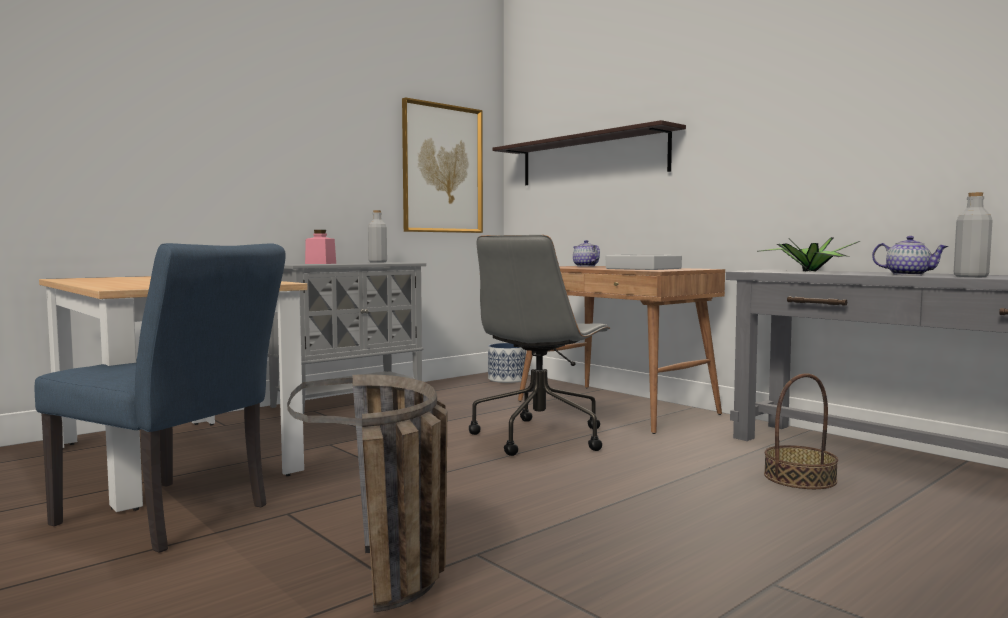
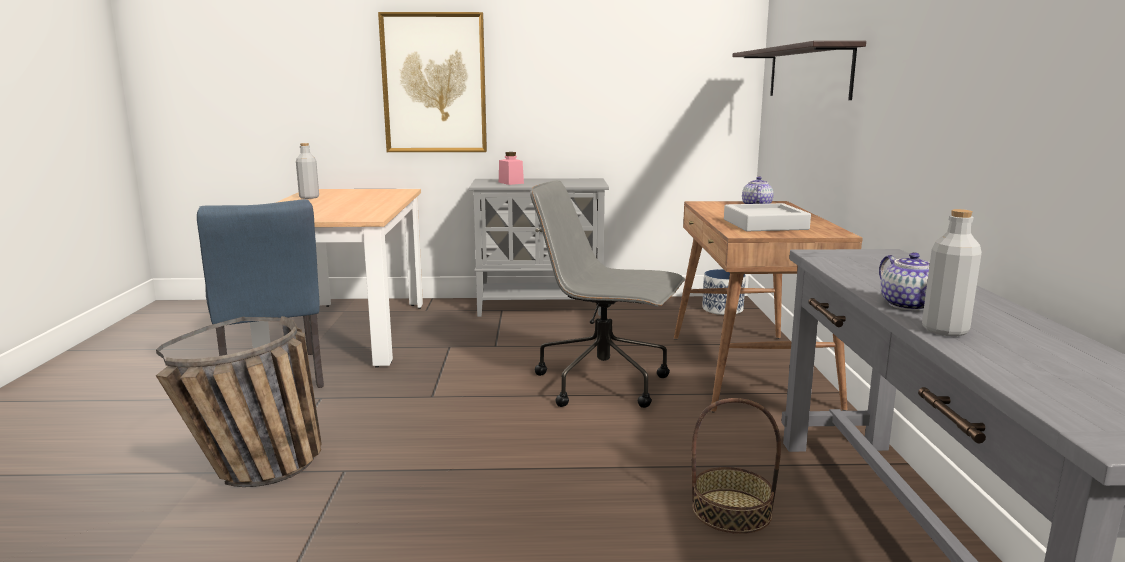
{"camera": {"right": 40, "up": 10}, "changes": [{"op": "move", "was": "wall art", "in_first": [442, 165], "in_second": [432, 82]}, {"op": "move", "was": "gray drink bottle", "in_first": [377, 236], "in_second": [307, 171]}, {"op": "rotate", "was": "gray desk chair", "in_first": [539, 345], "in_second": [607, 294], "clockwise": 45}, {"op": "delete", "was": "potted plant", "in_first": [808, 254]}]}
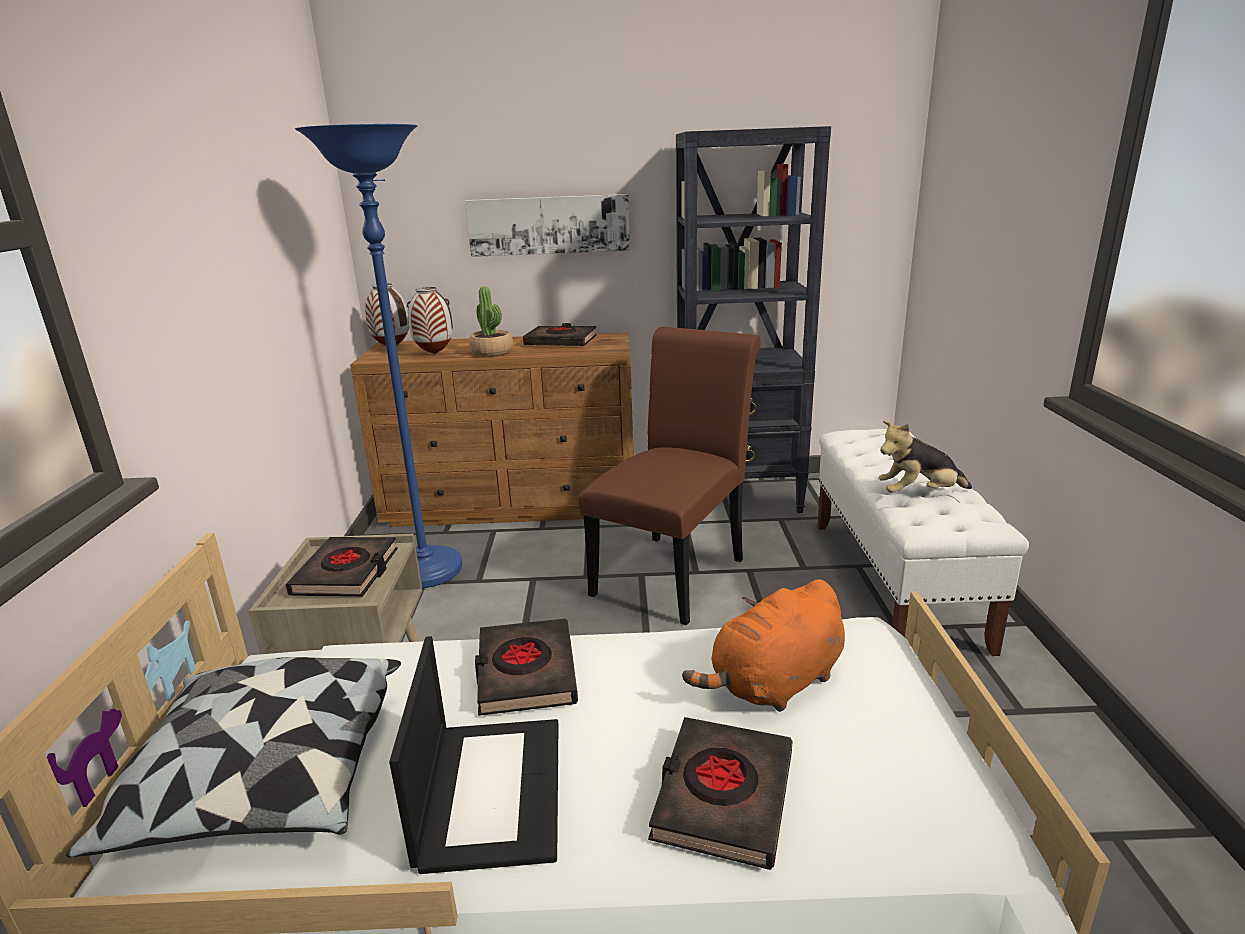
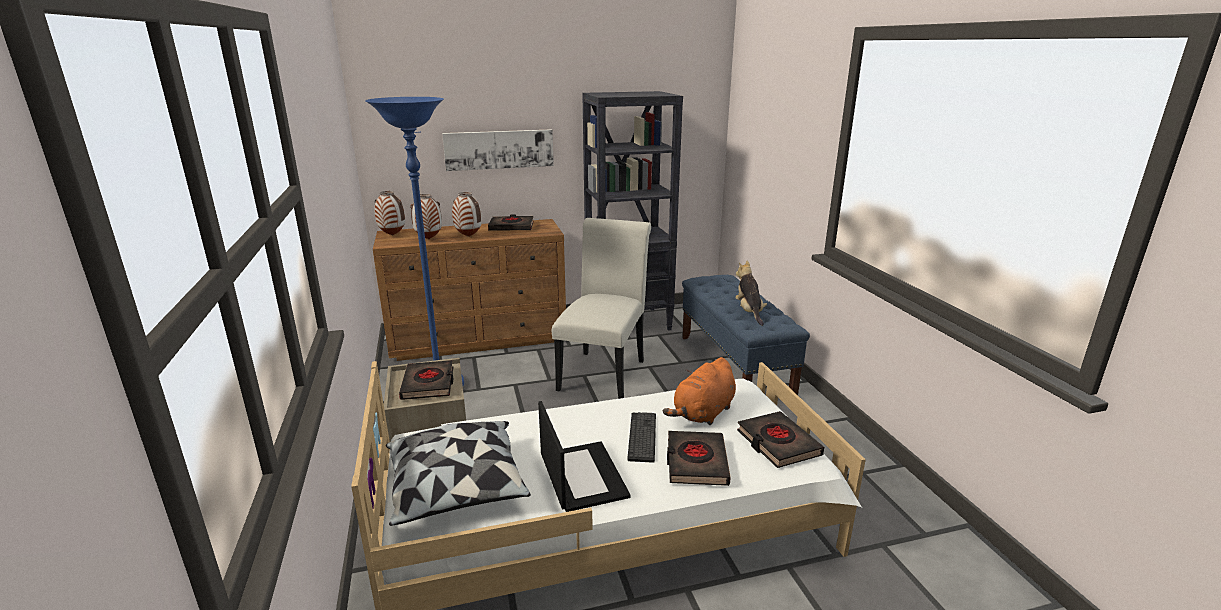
{"camera": {"right": -15, "up": 0}, "changes": [{"op": "replace", "was": "potted plant", "now": "decorative vase", "in_first": [491, 321], "in_second": [467, 214]}, {"op": "recolor", "was": "brownish plain chair", "now": "whitish plain chair", "in_first": [670, 476], "in_second": [601, 308]}, {"op": "rotate", "was": "cuddly toy", "in_first": [925, 457], "in_second": [751, 293], "clockwise": 105}, {"op": "recolor", "was": "whitish indoor bench", "now": "bluish indoor bench", "in_first": [923, 542], "in_second": [746, 335]}, {"op": "move", "was": "black-coloured book", "in_first": [526, 667], "in_second": [780, 439]}, {"op": "insert", "now": "PC keyboard", "in_second": [642, 437]}]}
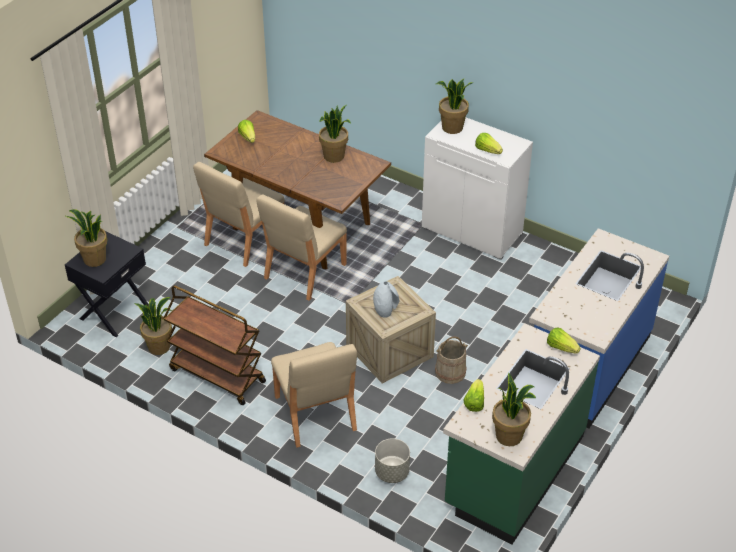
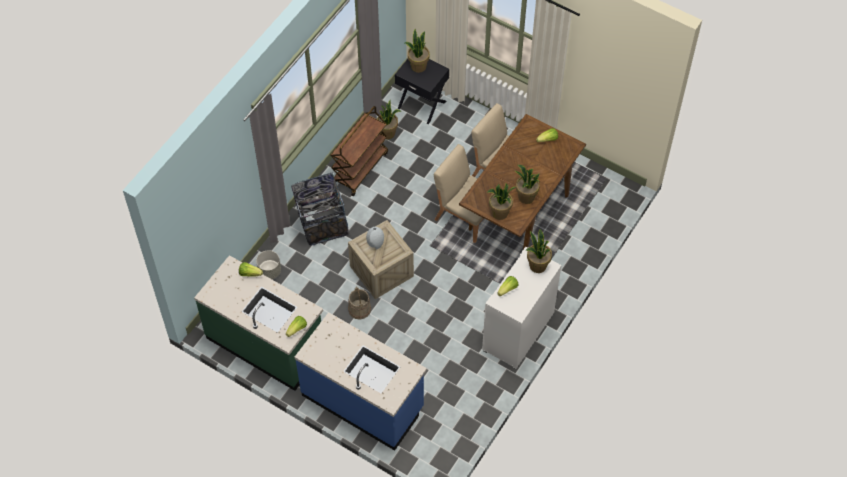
{"camera": {"right": 90, "up": 15}, "changes": [{"op": "replace", "was": "sand-coloured plain chair", "now": "waste bin", "in_first": [314, 395], "in_second": [320, 209]}, {"op": "move", "was": "potted plant", "in_first": [514, 409], "in_second": [501, 201]}]}
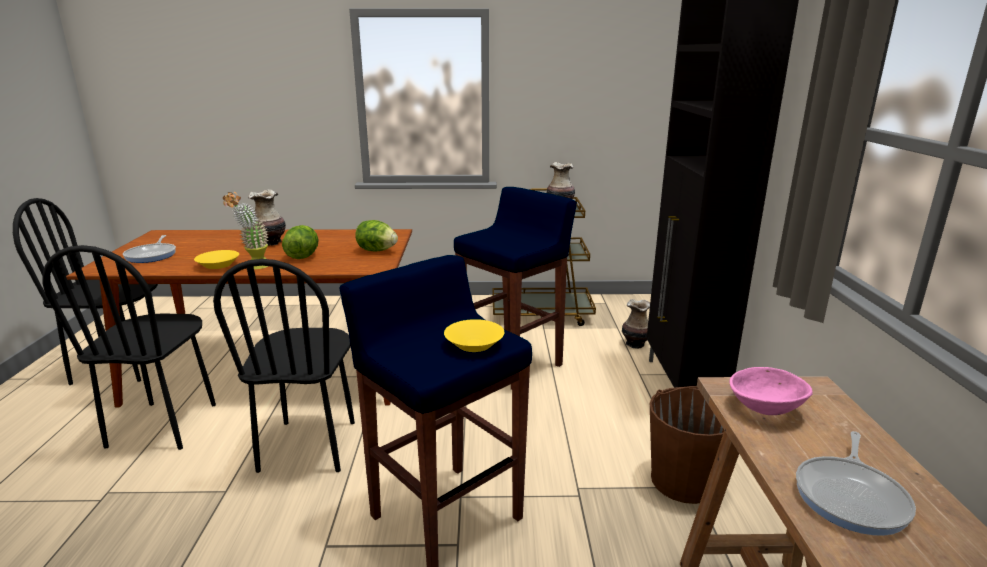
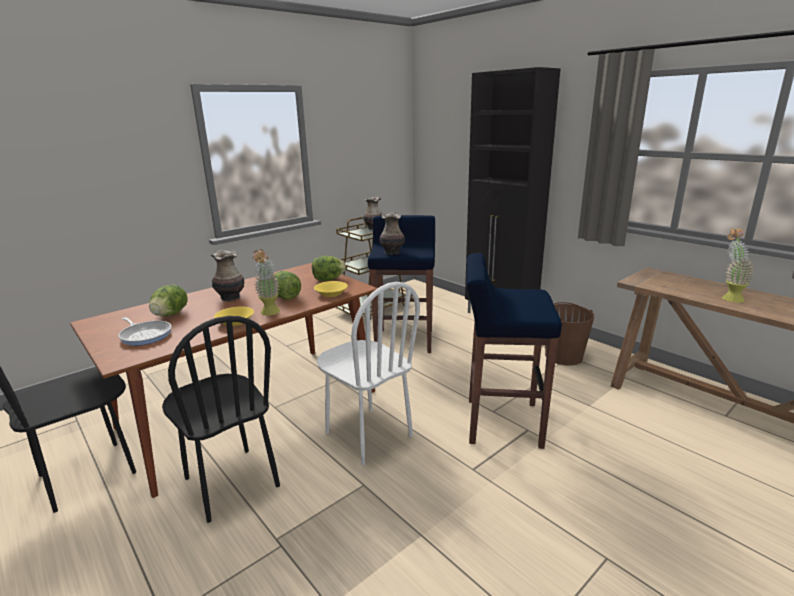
{"camera": {"right": -40, "up": 0}, "changes": [{"op": "recolor", "was": "black-coloured plain chair", "now": "whitish plain chair", "in_first": [284, 366], "in_second": [368, 373]}, {"op": "move", "was": "decorative vase", "in_first": [636, 324], "in_second": [392, 233]}, {"op": "move", "was": "yellowish bowl", "in_first": [474, 335], "in_second": [331, 289]}, {"op": "delete", "was": "pinkish bowl", "in_first": [771, 391]}, {"op": "replace", "was": "skillet", "now": "potted plant", "in_first": [856, 483], "in_second": [738, 265]}, {"op": "insert", "now": "lettuce head", "in_second": [168, 300]}]}
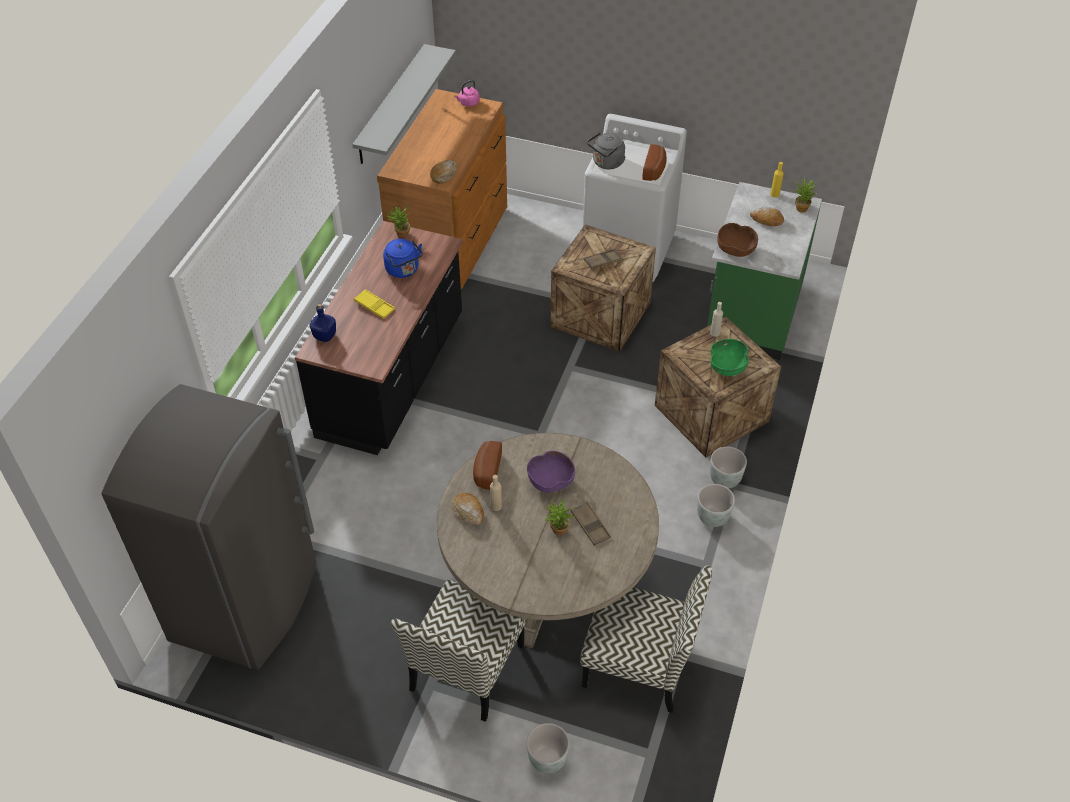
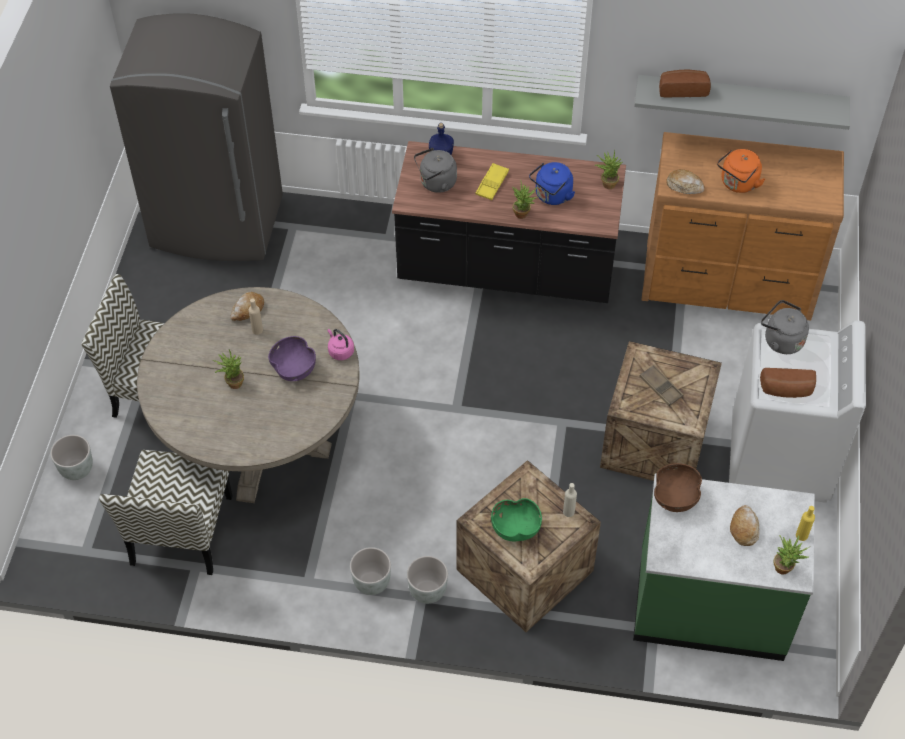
{"camera": {"right": 80, "up": 5}, "changes": [{"op": "move", "was": "pinkish water kettle", "in_first": [467, 93], "in_second": [341, 344]}, {"op": "move", "was": "bread", "in_first": [487, 465], "in_second": [685, 83]}, {"op": "delete", "was": "brownish tray", "in_first": [591, 523]}, {"op": "insert", "now": "gray water kettle", "in_second": [435, 170]}, {"op": "insert", "now": "orange-coloured water kettle", "in_second": [741, 171]}, {"op": "insert", "now": "potted plant", "in_second": [526, 199]}]}
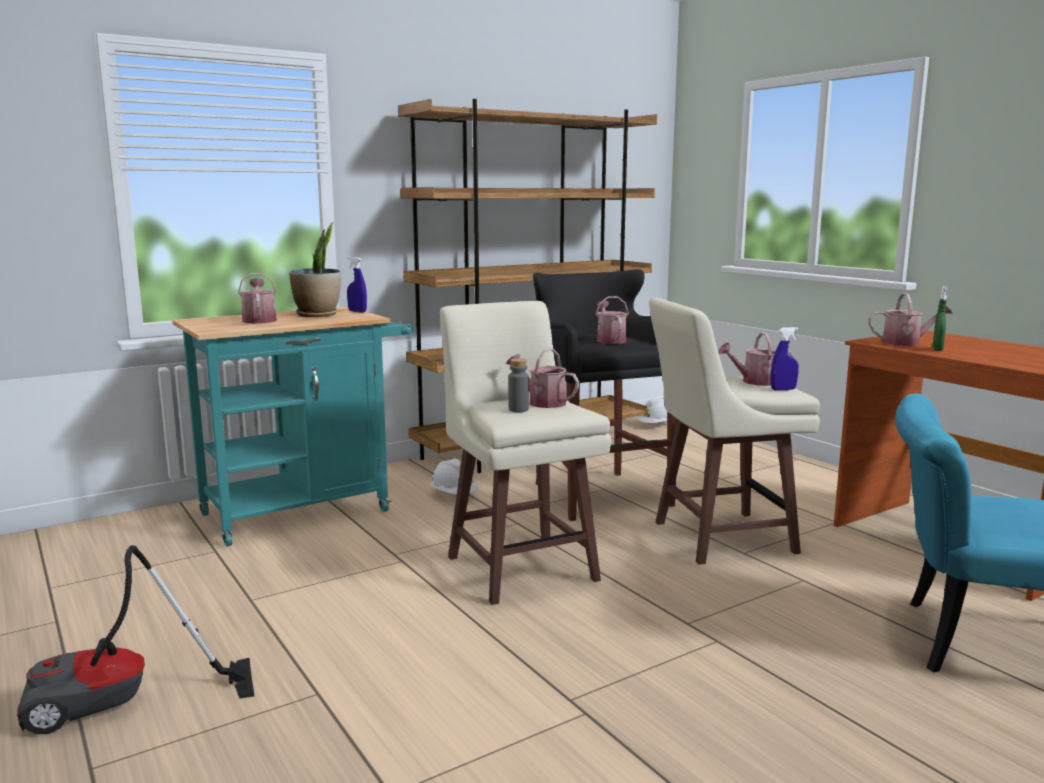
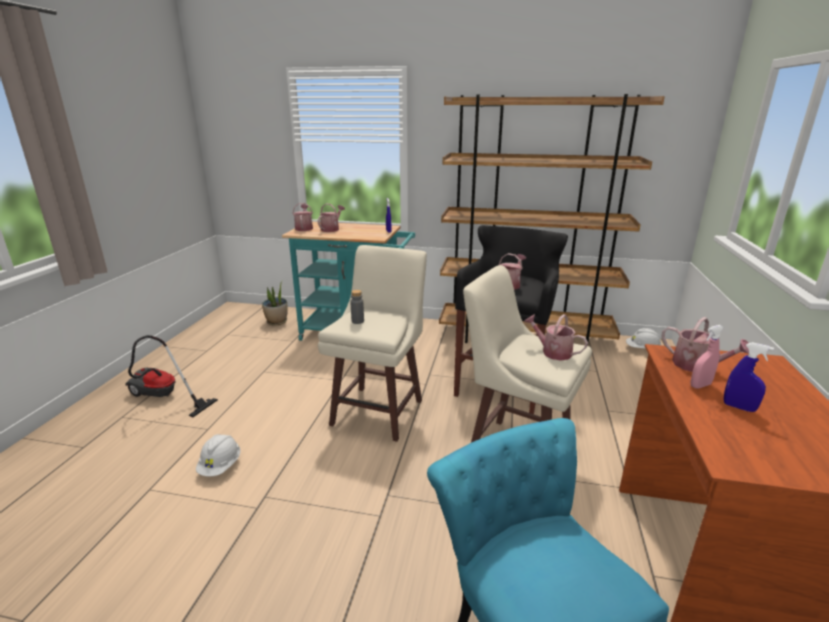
{"camera": {"right": 45, "up": 10}, "changes": [{"op": "move", "was": "potted plant", "in_first": [315, 269], "in_second": [275, 303]}, {"op": "recolor", "was": "greenish hand sprayer", "now": "pinkish hand sprayer", "in_first": [940, 318], "in_second": [707, 357]}, {"op": "move", "was": "bluish hand sprayer", "in_first": [785, 358], "in_second": [749, 377]}, {"op": "move", "was": "sprinkling can", "in_first": [542, 378], "in_second": [302, 217]}, {"op": "move", "was": "whitish hard hat", "in_first": [454, 477], "in_second": [218, 455]}]}
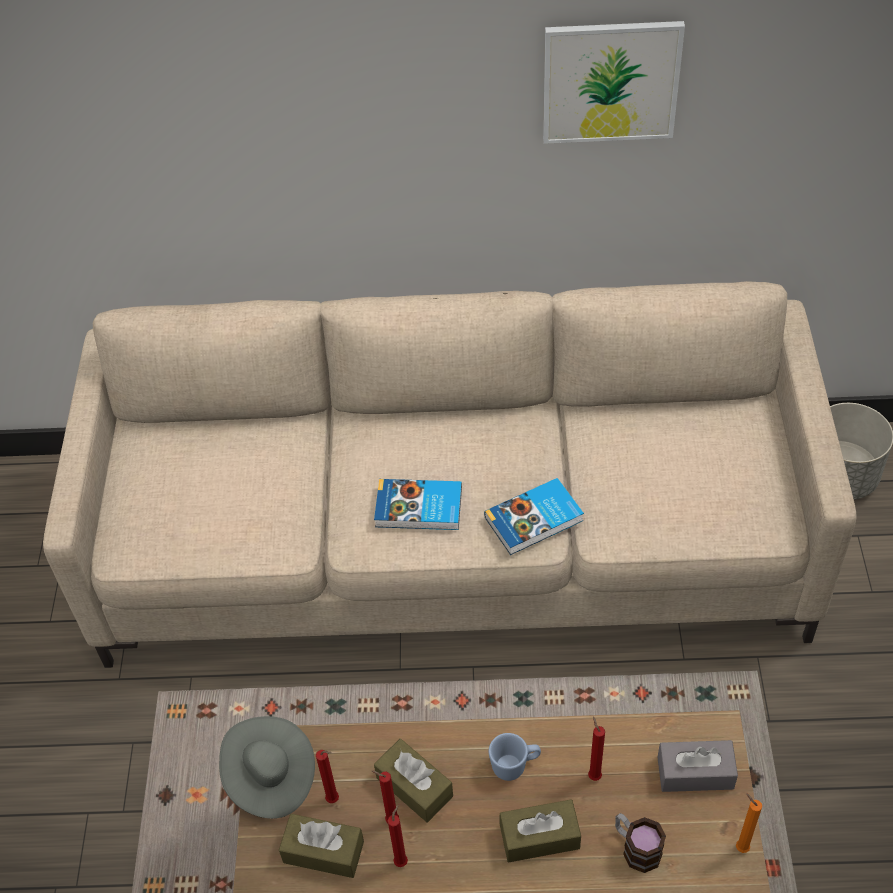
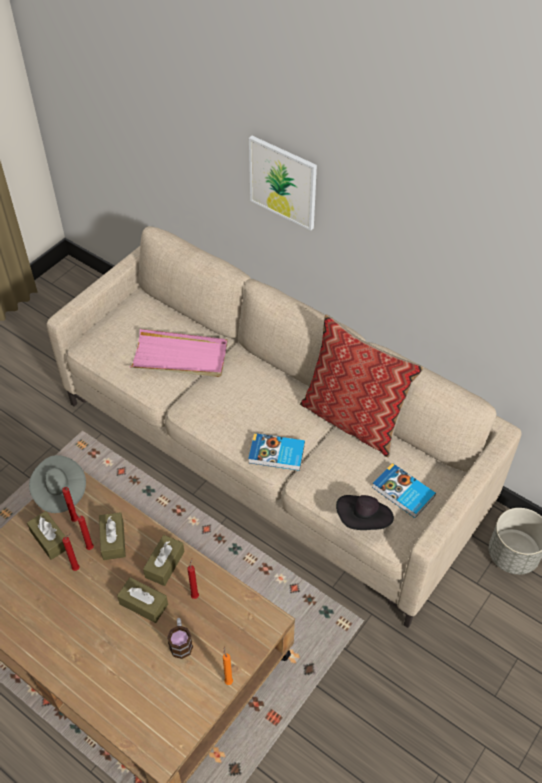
{"camera": {"right": 35, "up": 0}, "changes": [{"op": "move", "was": "wall art", "in_first": [614, 82], "in_second": [283, 183]}, {"op": "move", "was": "book", "in_first": [418, 504], "in_second": [404, 490]}, {"op": "replace", "was": "bluish coffee mug", "now": "brownish tissue box", "in_first": [515, 757], "in_second": [163, 560]}, {"op": "delete", "was": "gray tissue box", "in_first": [697, 766]}, {"op": "insert", "now": "throw pillow", "in_second": [362, 386]}, {"op": "insert", "now": "pinkish tray", "in_second": [179, 353]}, {"op": "insert", "now": "black-coloured clothing hat", "in_second": [365, 512]}]}
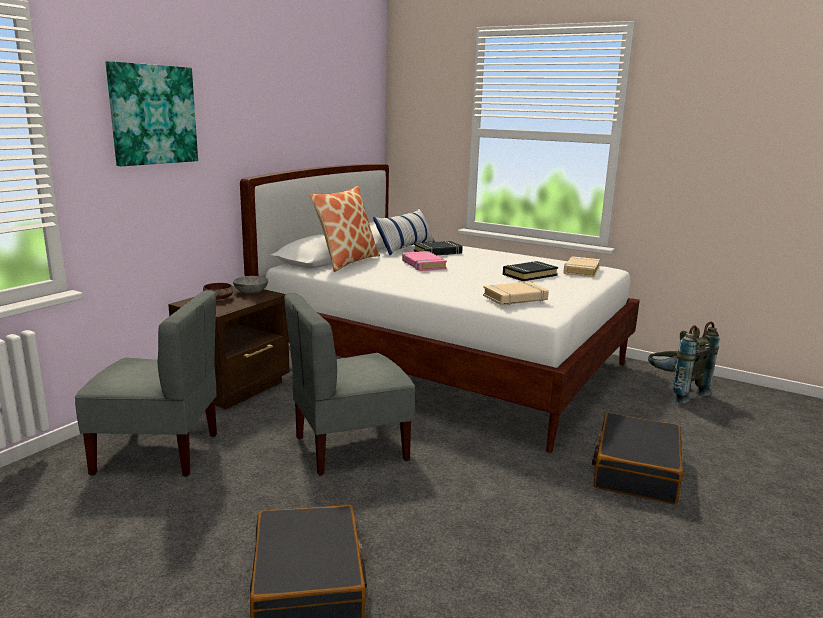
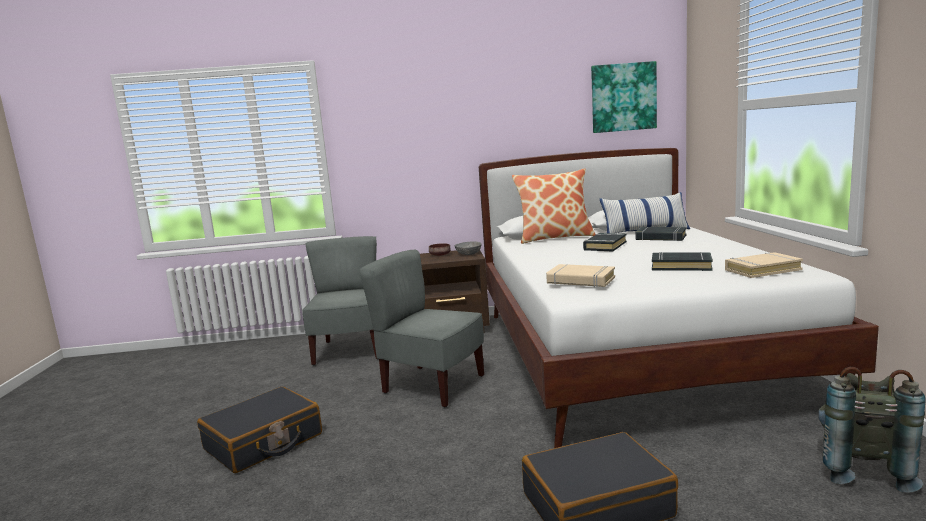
{"camera": {"right": 55, "up": -5}, "changes": [{"op": "move", "was": "wall art", "in_first": [152, 113], "in_second": [624, 97]}, {"op": "recolor", "was": "pinkish book", "now": "black-coloured book", "in_first": [424, 261], "in_second": [605, 242]}, {"op": "rotate", "was": "gray plain chair", "in_first": [146, 383], "in_second": [340, 300], "clockwise": -150}]}
